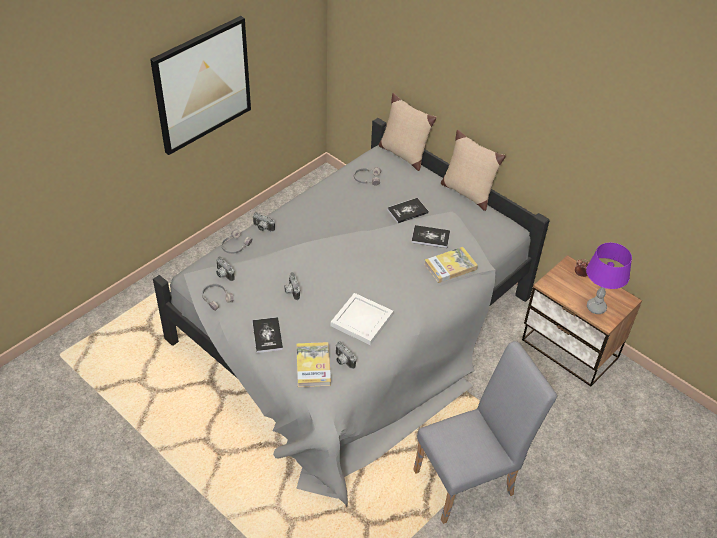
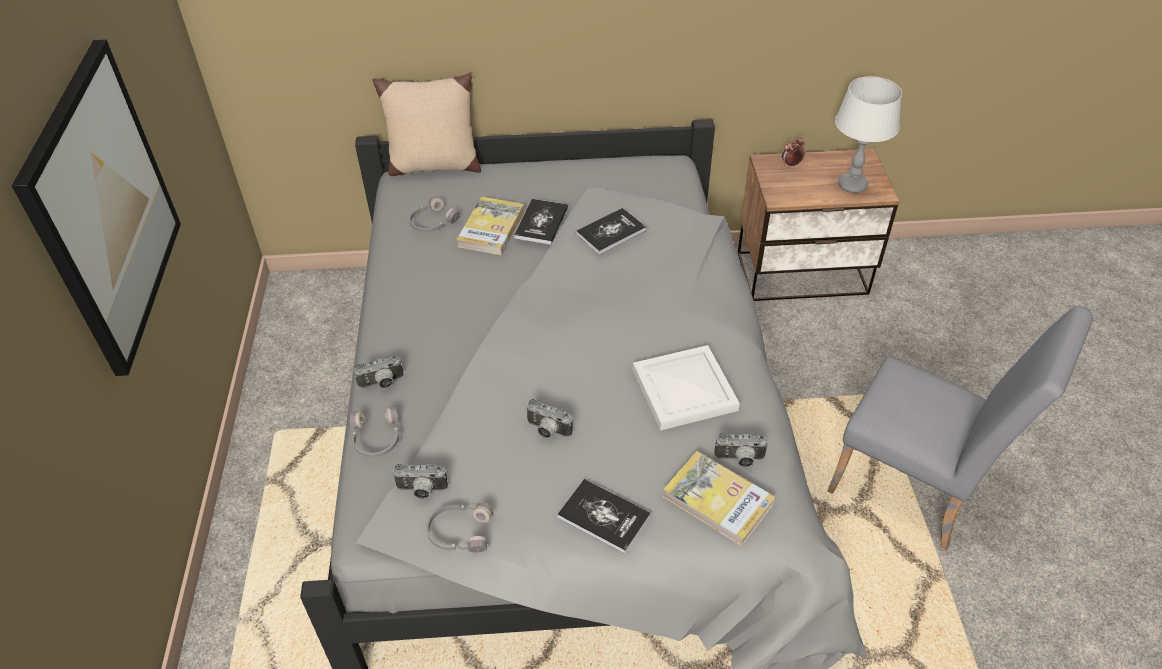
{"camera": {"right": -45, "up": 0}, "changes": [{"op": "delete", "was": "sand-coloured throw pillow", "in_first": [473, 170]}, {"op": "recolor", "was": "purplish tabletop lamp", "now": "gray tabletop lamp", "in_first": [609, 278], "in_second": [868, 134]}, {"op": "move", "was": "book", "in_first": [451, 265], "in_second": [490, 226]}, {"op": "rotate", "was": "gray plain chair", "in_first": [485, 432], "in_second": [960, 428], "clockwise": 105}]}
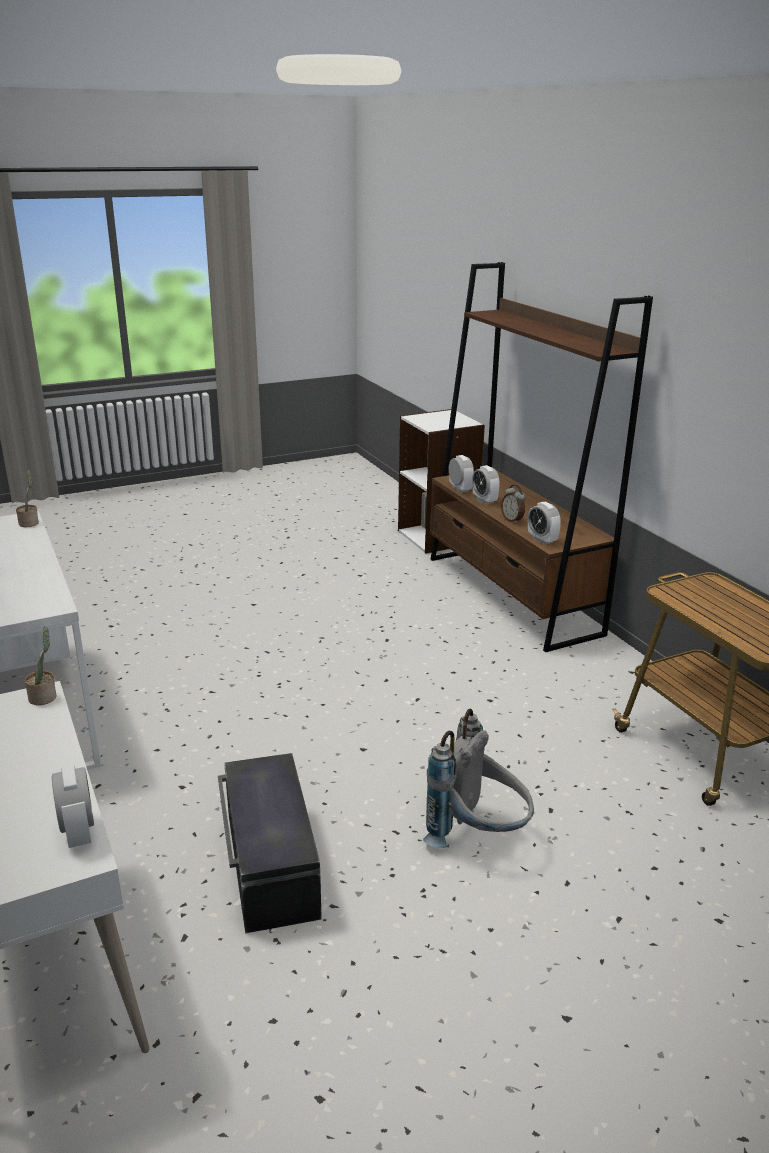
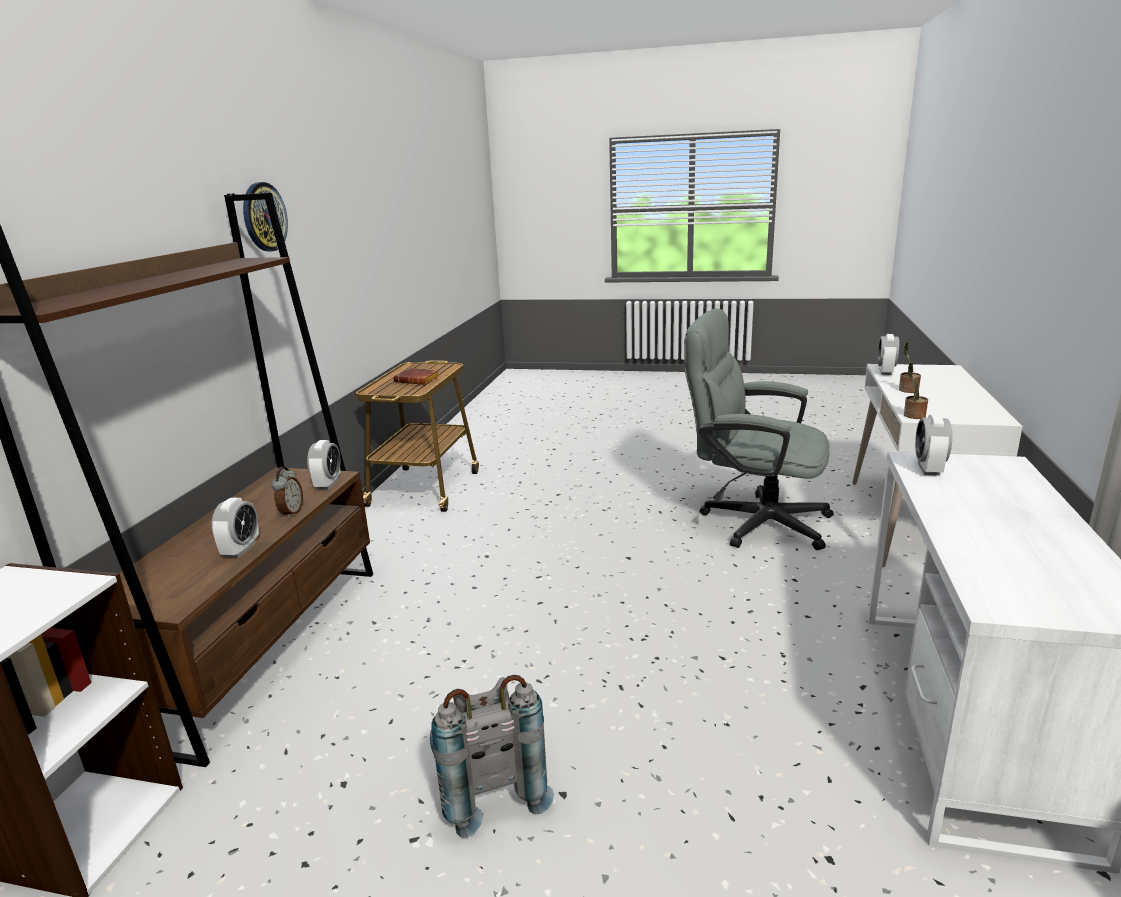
{"camera": {"right": -140, "up": -5}, "changes": [{"op": "move", "was": "bedside clock", "in_first": [461, 474], "in_second": [933, 445]}, {"op": "move", "was": "potted plant", "in_first": [27, 498], "in_second": [910, 367]}, {"op": "move", "was": "gray rucksack", "in_first": [478, 778], "in_second": [492, 756]}, {"op": "replace", "was": "black-coloured storage bin", "now": "gray desk chair", "in_first": [270, 843], "in_second": [759, 429]}, {"op": "insert", "now": "wall clock", "in_second": [265, 216]}, {"op": "insert", "now": "brownish book", "in_second": [416, 376]}]}
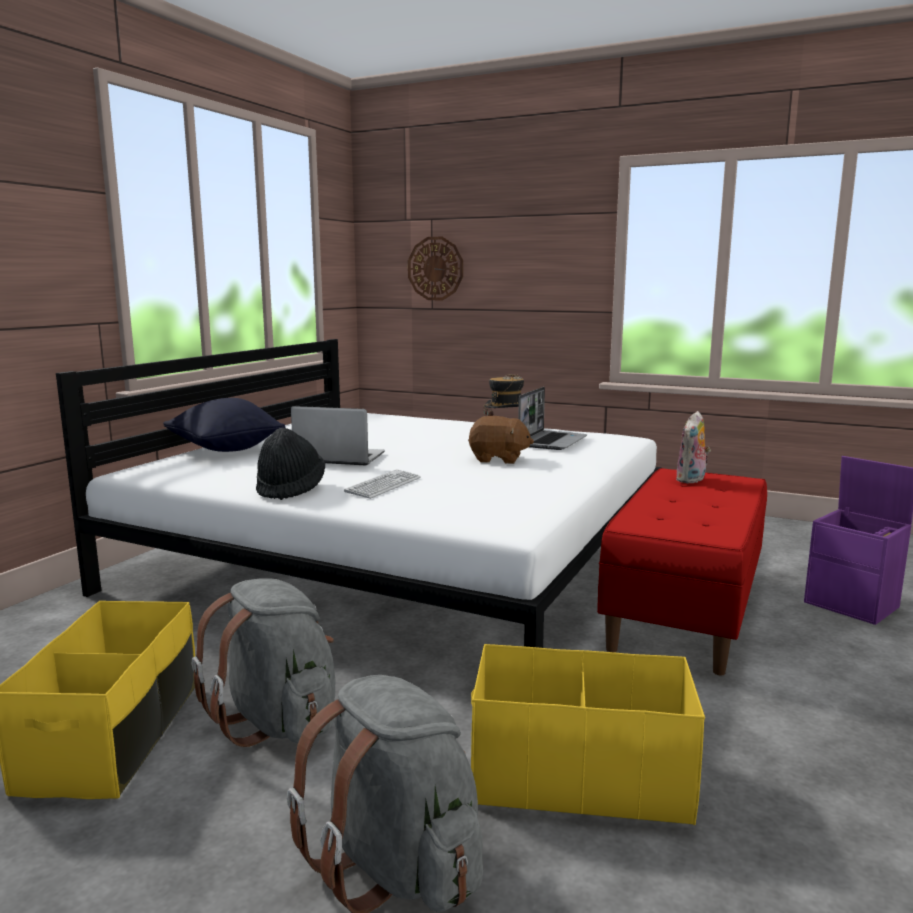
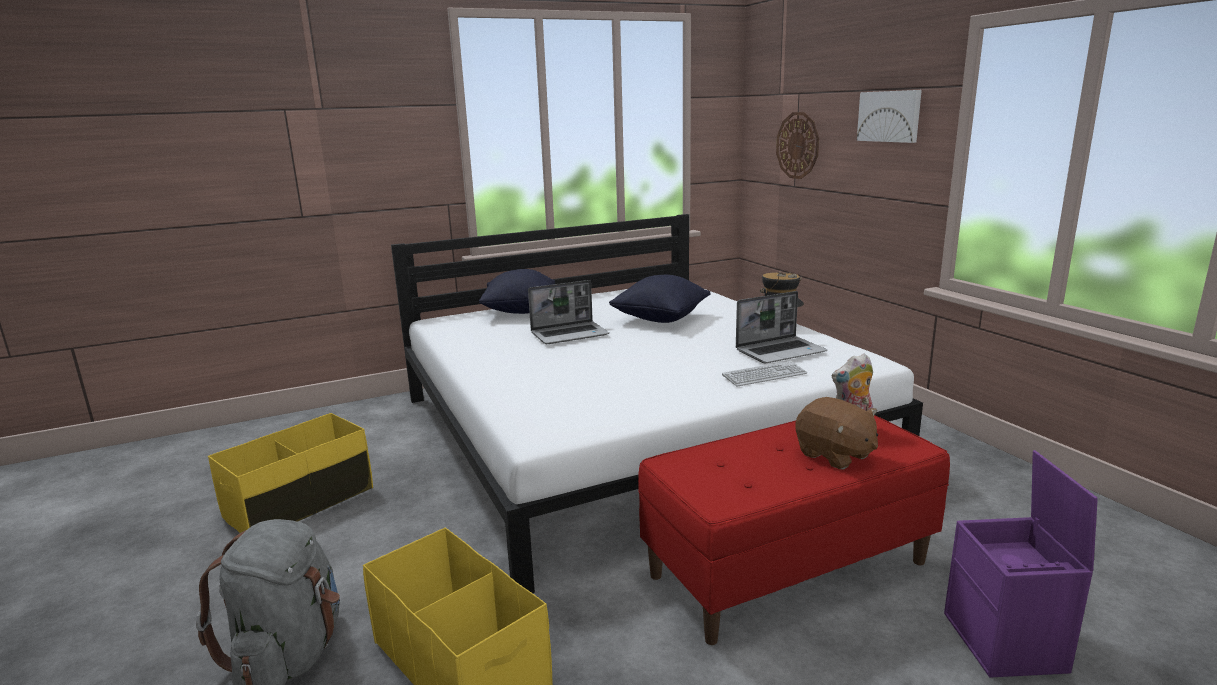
{"camera": {"right": 40, "up": 5}, "changes": [{"op": "rotate", "was": "notebook computer", "in_first": [338, 435], "in_second": [568, 312], "clockwise": 105}, {"op": "move", "was": "brownish cuddly toy", "in_first": [501, 440], "in_second": [836, 433]}, {"op": "delete", "was": "black-coloured clothing hat", "in_first": [290, 464]}, {"op": "move", "was": "PC keyboard", "in_first": [382, 484], "in_second": [764, 374]}, {"op": "delete", "was": "gray rucksack", "in_first": [263, 662]}, {"op": "insert", "now": "wall art", "in_second": [889, 116]}, {"op": "insert", "now": "black-coloured throw pillow", "in_second": [660, 299]}]}
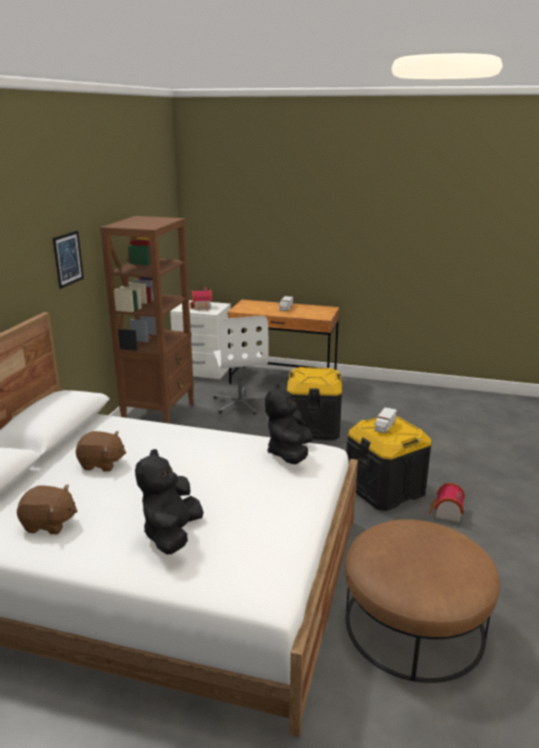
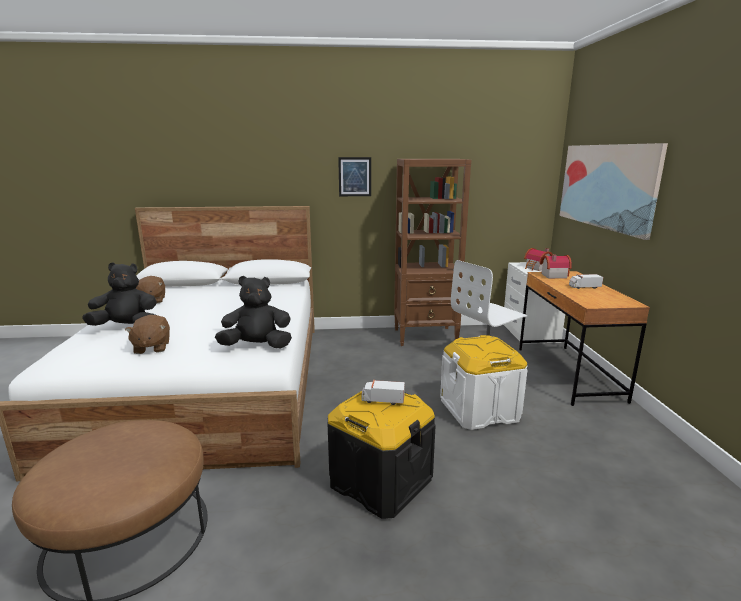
{"camera": {"right": 70, "up": -5}, "changes": [{"op": "recolor", "was": "black-coloured storage bin", "now": "whitish storage bin", "in_first": [314, 403], "in_second": [484, 382]}, {"op": "move", "was": "brownish cuddly toy", "in_first": [101, 451], "in_second": [147, 334]}, {"op": "move", "was": "miniature house", "in_first": [447, 502], "in_second": [556, 266]}, {"op": "insert", "now": "wall art", "in_second": [614, 191]}]}
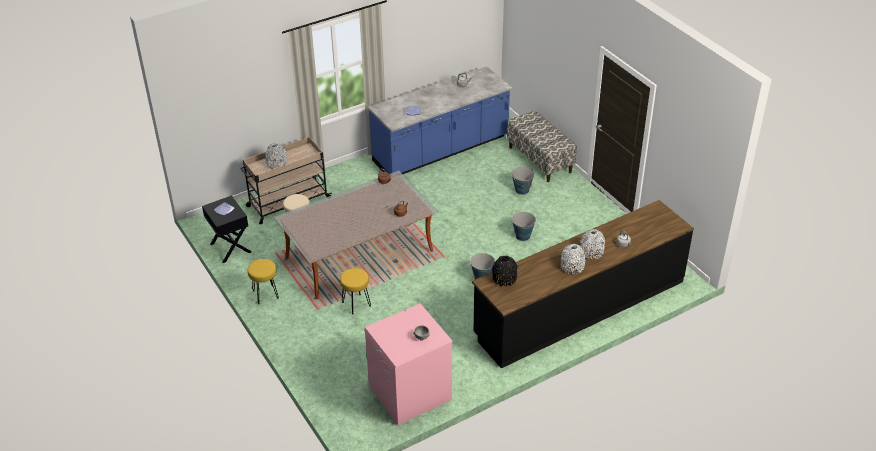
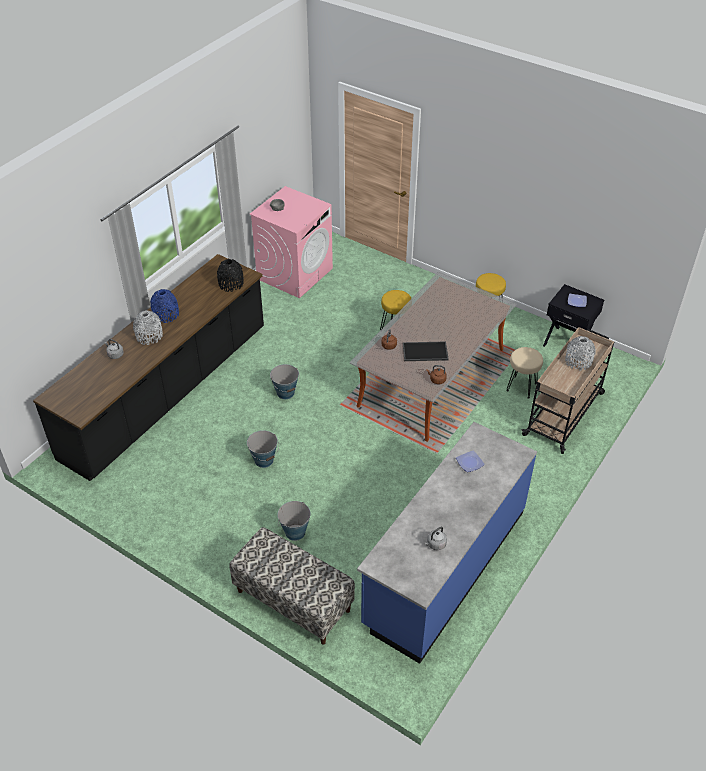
{"camera": {"right": 155, "up": 5}, "changes": [{"op": "recolor", "was": "gray decorative vase", "now": "bluish decorative vase", "in_first": [573, 259], "in_second": [164, 306]}, {"op": "insert", "now": "tray", "in_second": [426, 351]}]}
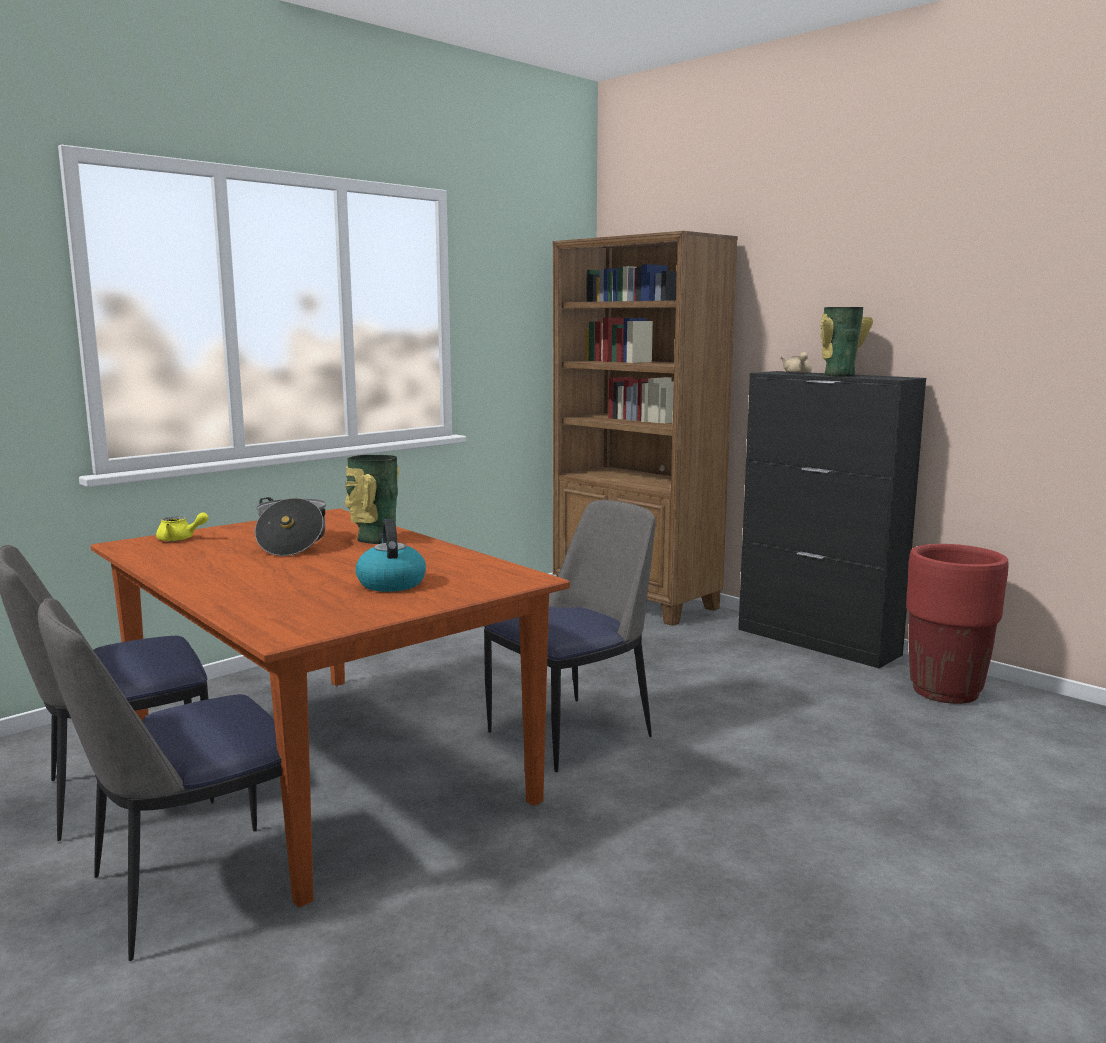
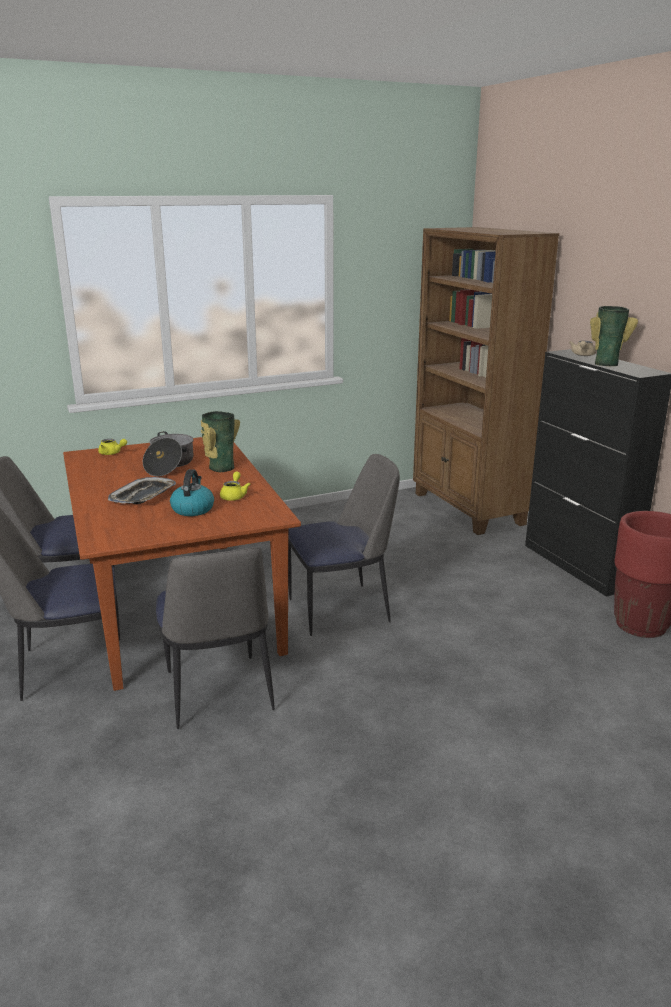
{"camera": {"right": 20, "up": 10}, "changes": [{"op": "insert", "now": "yellowish pot for tea", "in_second": [235, 486]}, {"op": "insert", "now": "tray", "in_second": [142, 490]}, {"op": "insert", "now": "plain chair", "in_second": [215, 638]}]}
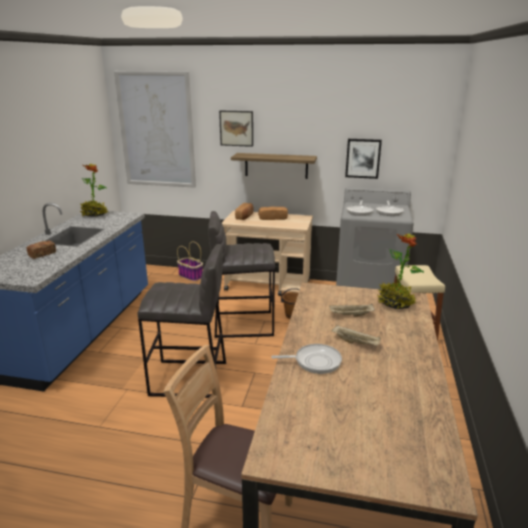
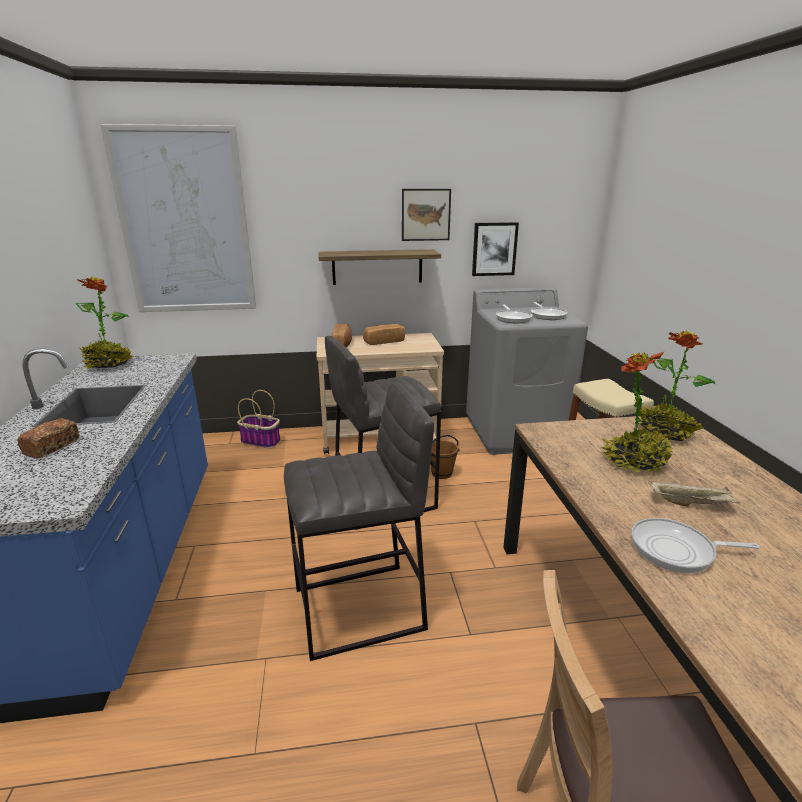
{"camera": {"right": -20, "up": 0}, "changes": [{"op": "move", "was": "wall art", "in_first": [236, 129], "in_second": [426, 215]}, {"op": "replace", "was": "sand-coloured tray", "now": "potted plant", "in_first": [352, 310], "in_second": [637, 412]}, {"op": "rotate", "was": "skillet", "in_first": [306, 359], "in_second": [695, 545], "clockwise": -150}]}
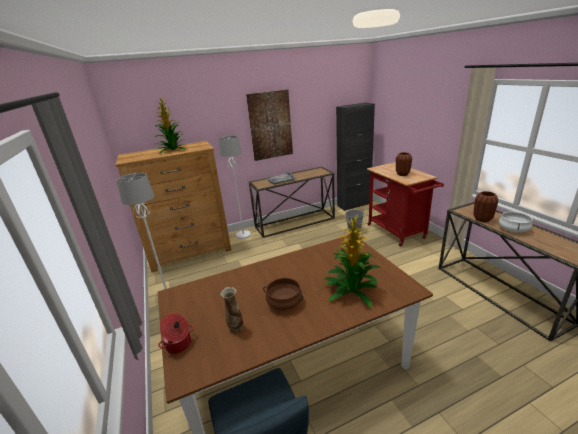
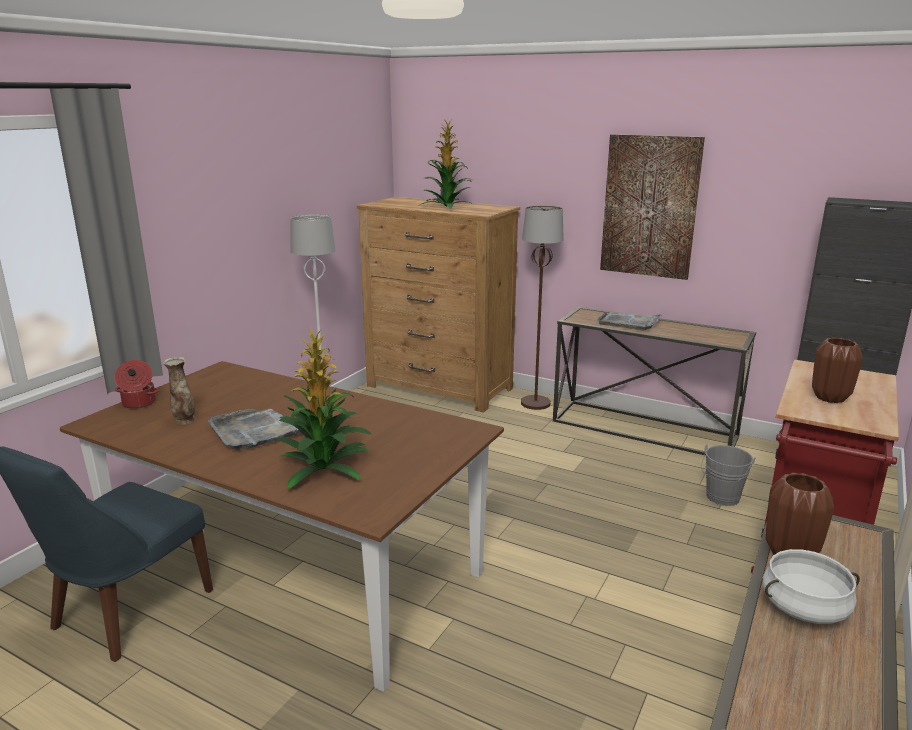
{"camera": {"right": 50, "up": -5}, "changes": [{"op": "recolor", "was": "whitish standard lamp", "now": "brownish standard lamp", "in_first": [235, 187], "in_second": [542, 307]}, {"op": "replace", "was": "brownish saucepot", "now": "gray tray", "in_first": [283, 294], "in_second": [254, 429]}]}
